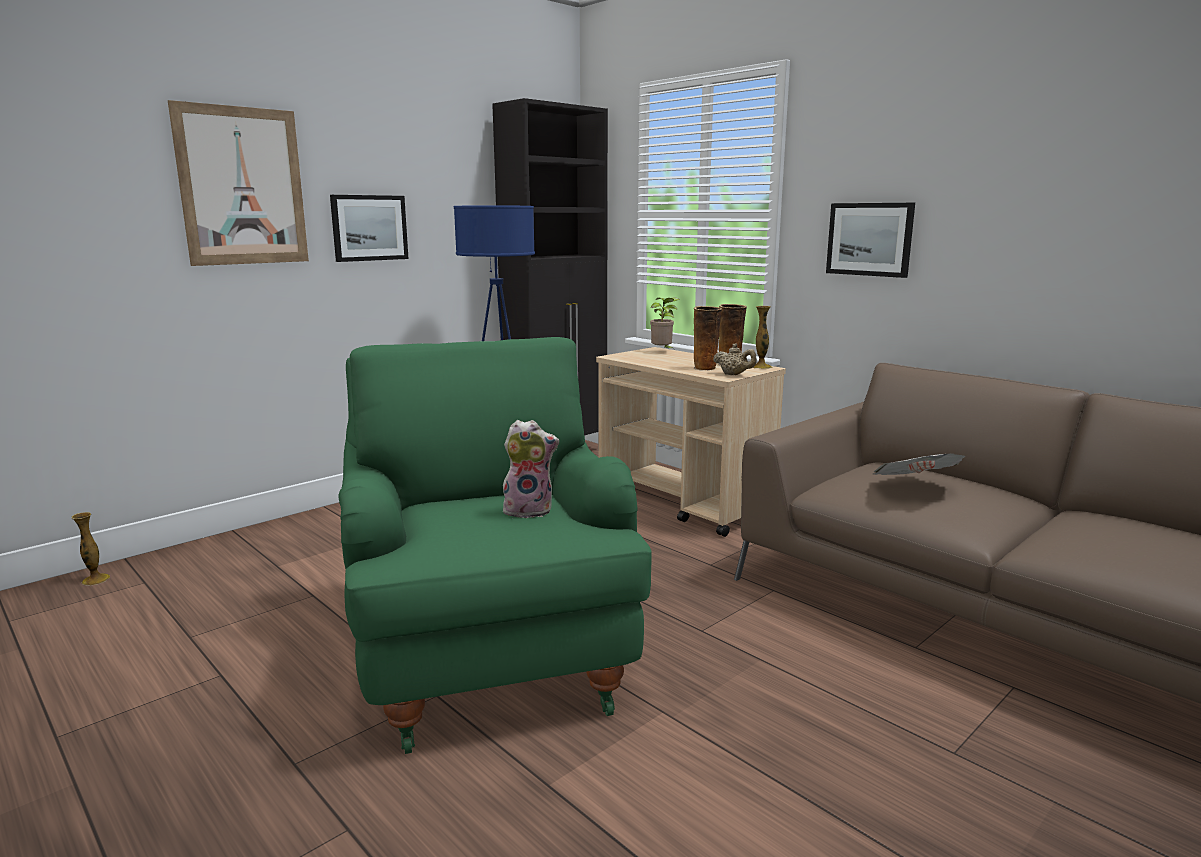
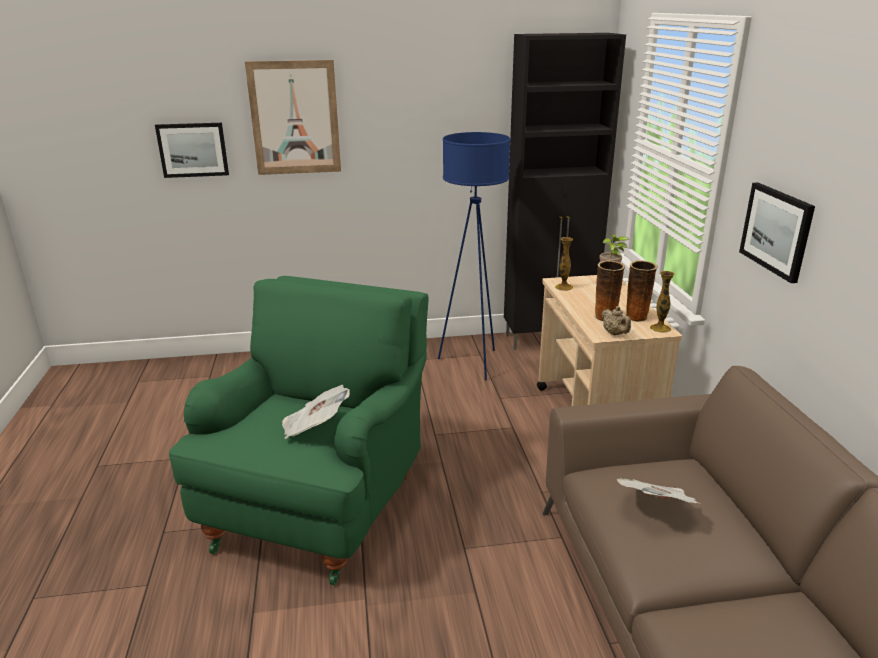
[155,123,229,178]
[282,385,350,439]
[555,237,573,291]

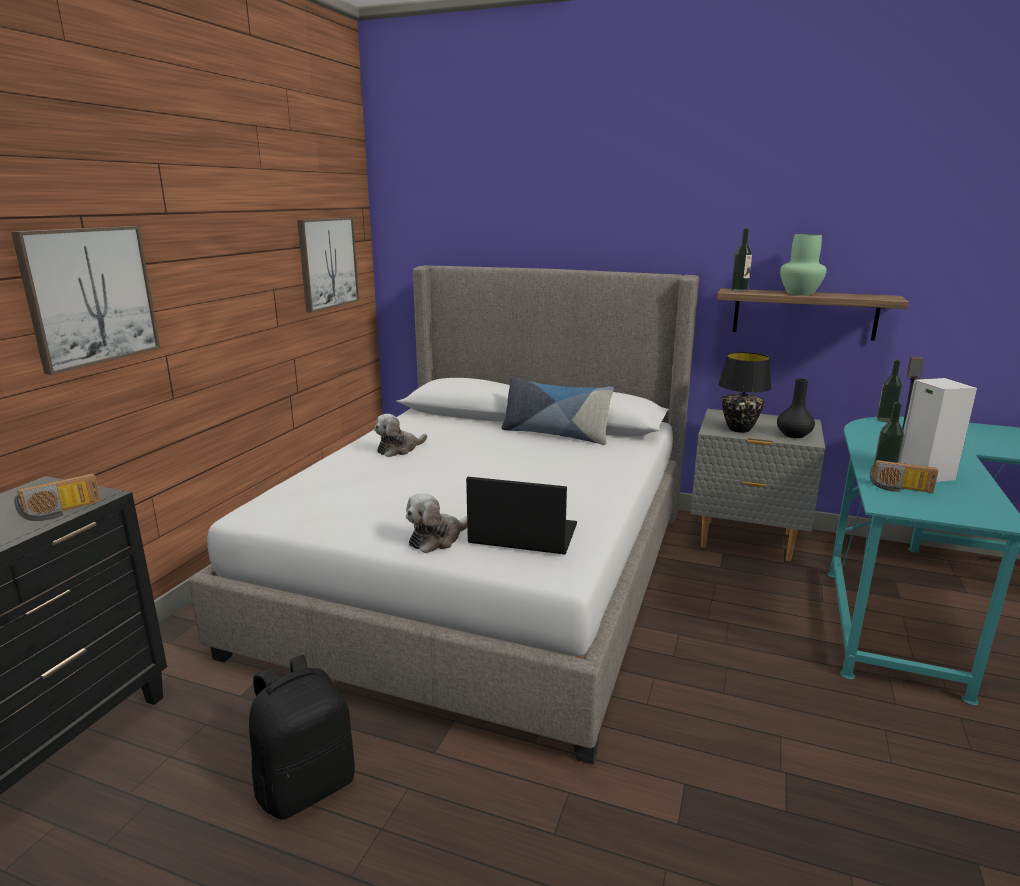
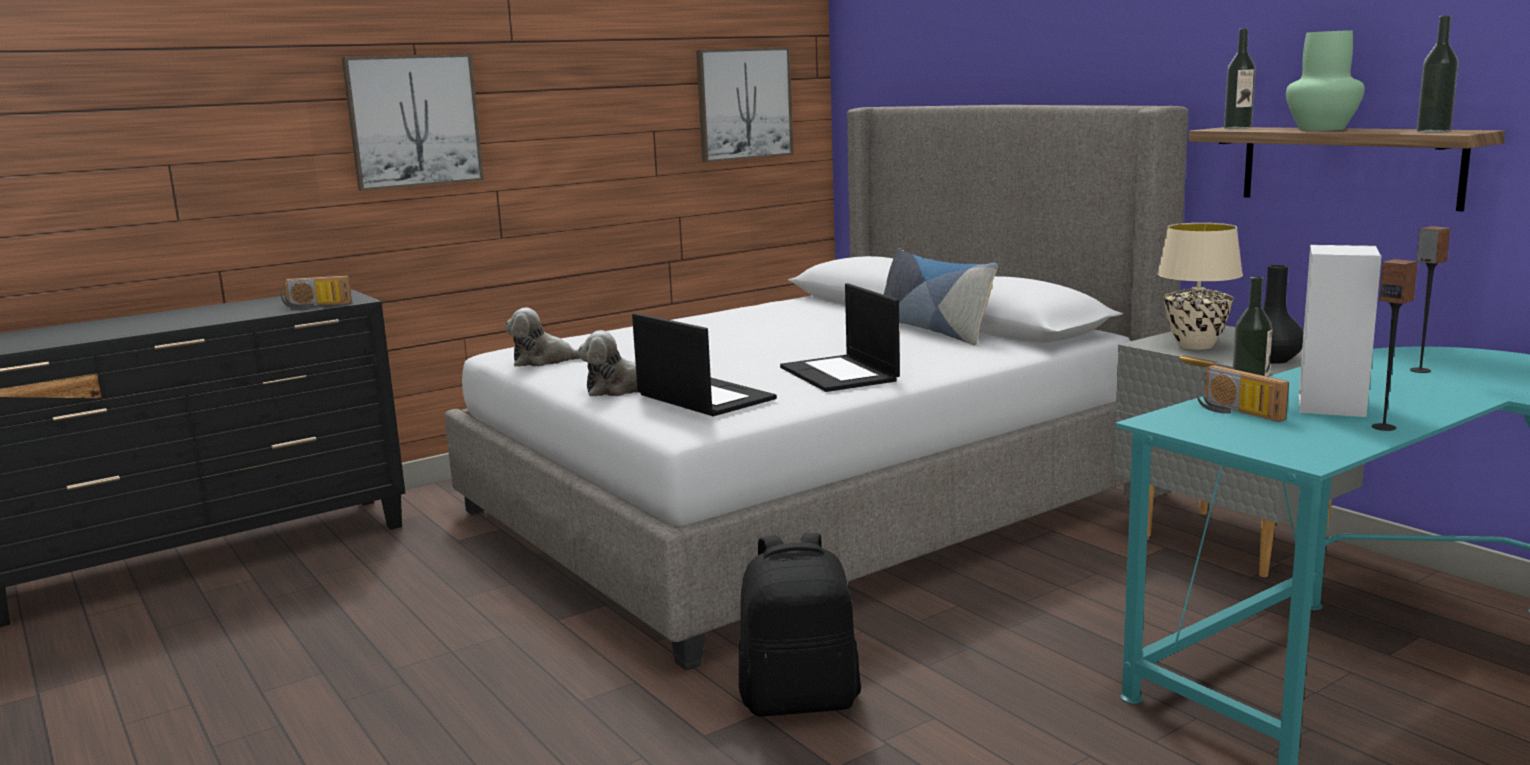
[505,307,581,367]
[739,533,861,716]
[780,283,900,392]
[1157,223,1243,350]
[1372,259,1418,431]
[1417,15,1459,133]

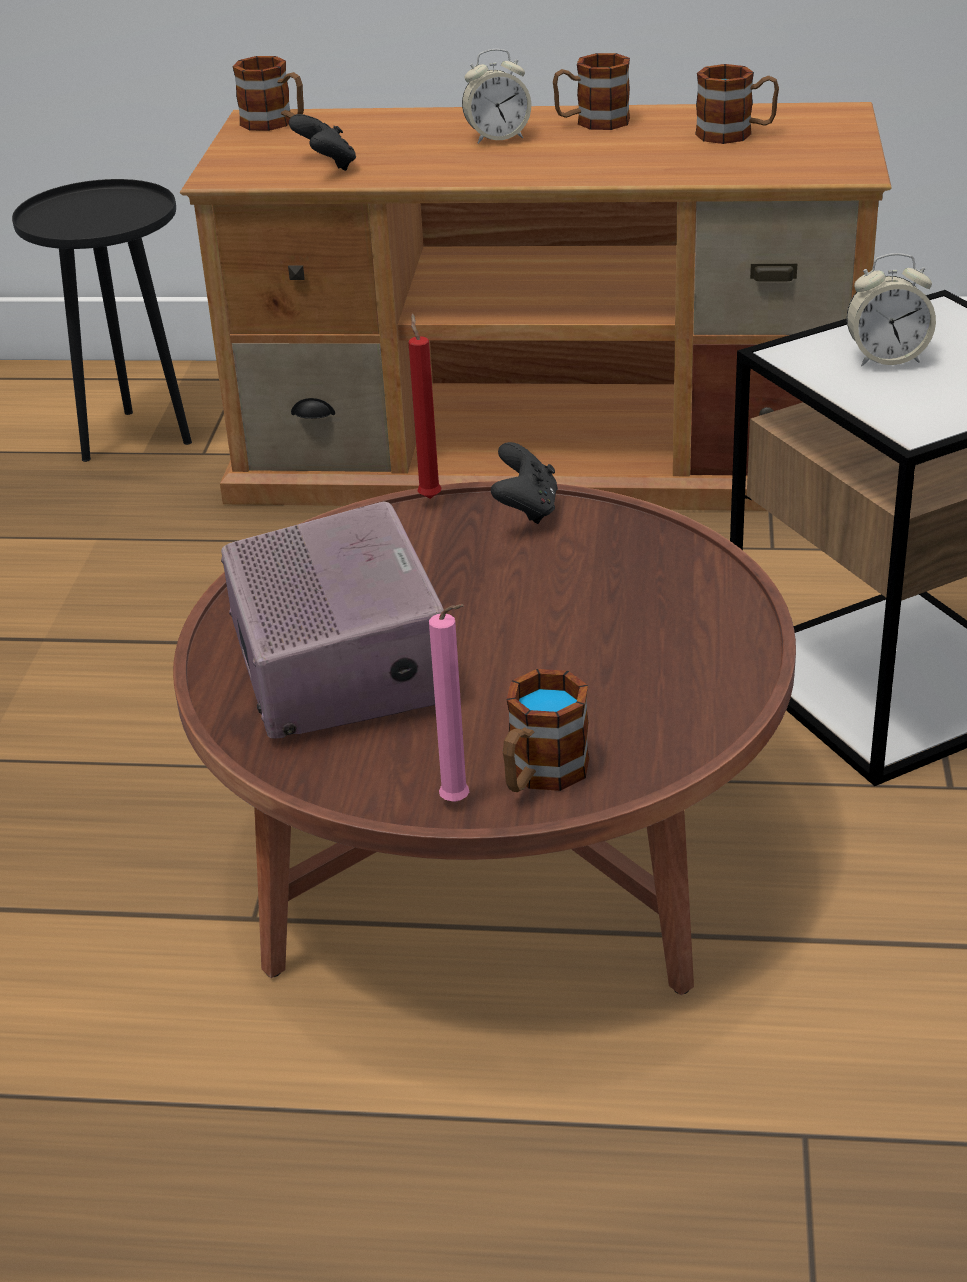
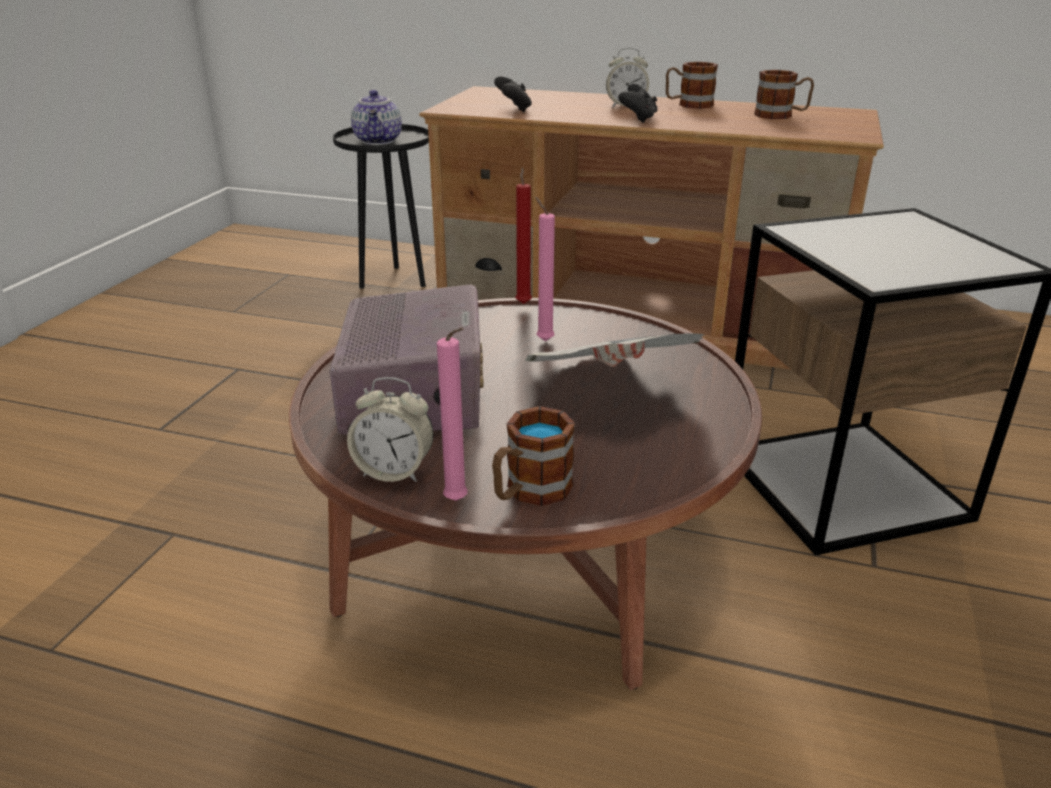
[347,377,434,482]
[351,90,402,145]
[525,333,704,367]
[535,197,555,341]
[619,84,658,123]
[232,56,304,131] (first image)

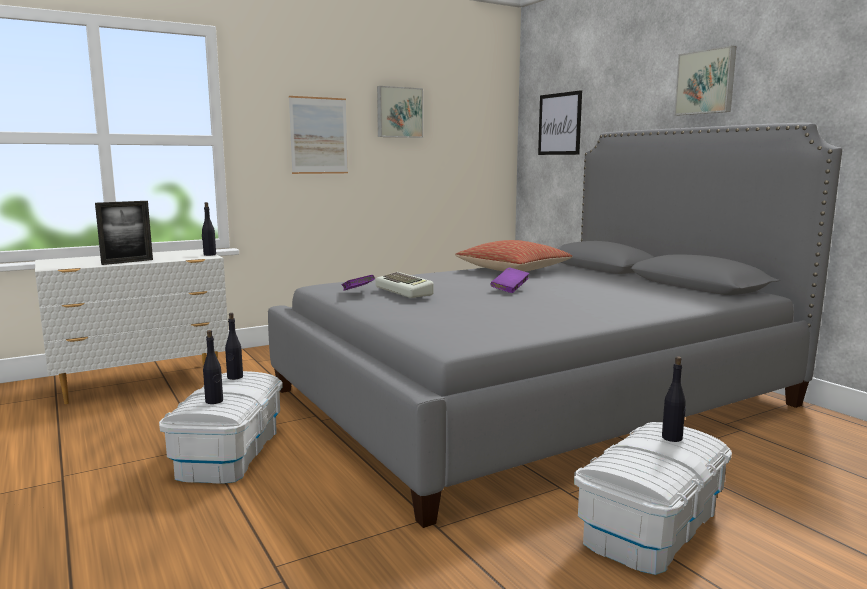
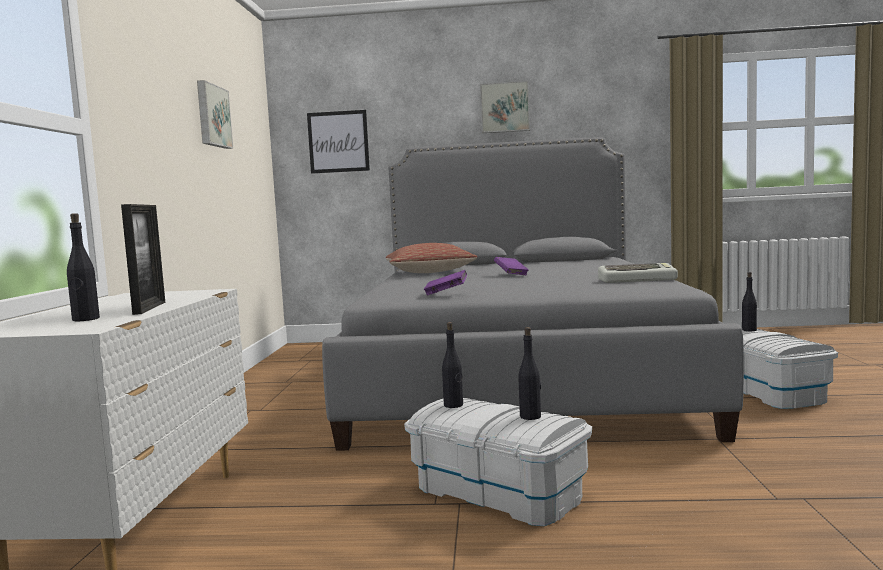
[67,213,100,321]
[598,263,678,283]
[289,96,348,174] (first image)

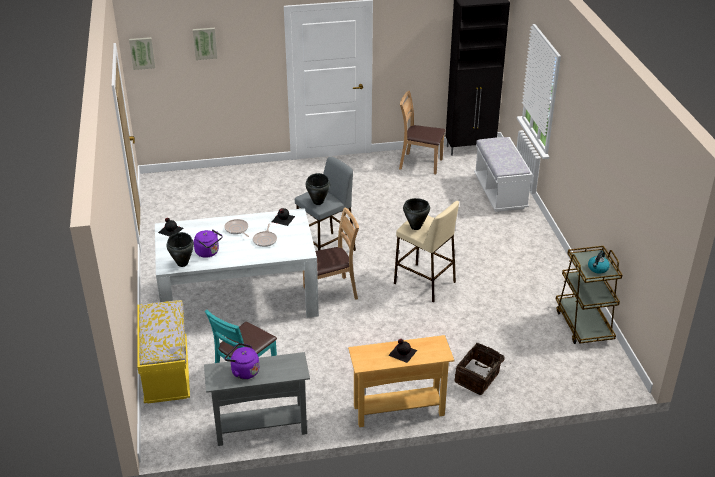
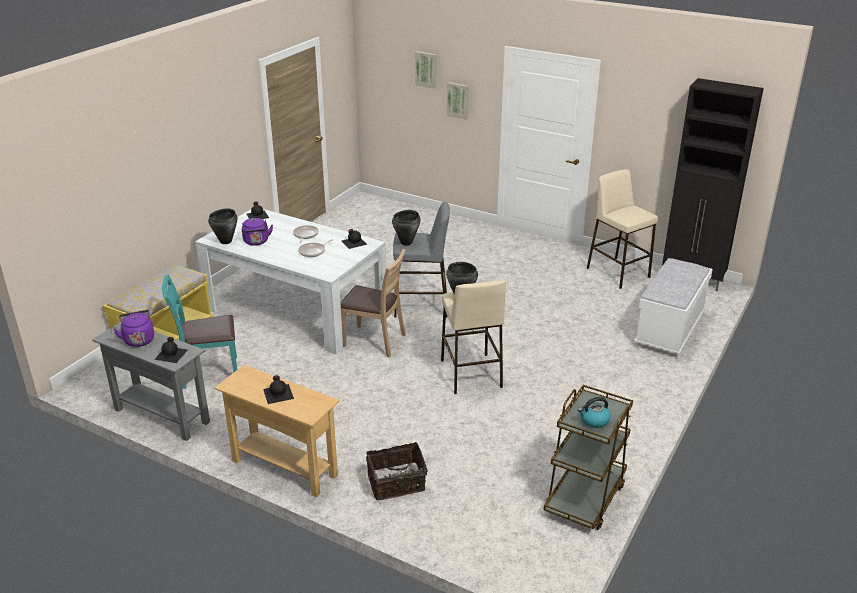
[154,337,188,363]
[447,82,469,120]
[587,169,658,289]

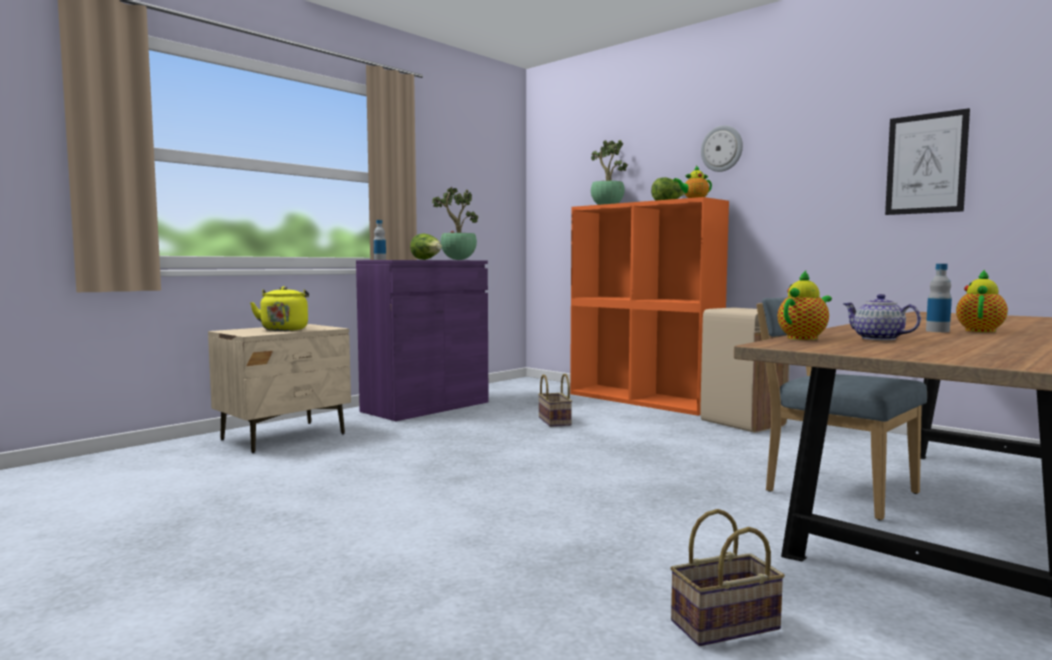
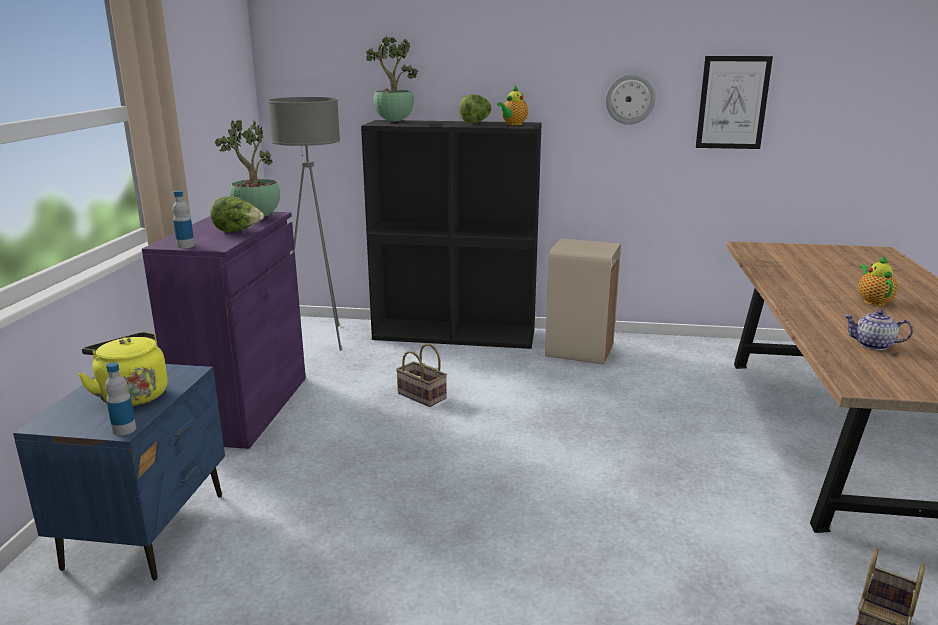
[13,364,225,580]
[105,362,136,436]
[268,97,342,351]
[361,120,542,349]
[606,74,656,125]
[756,297,927,520] (first image)
[778,271,832,340] (first image)

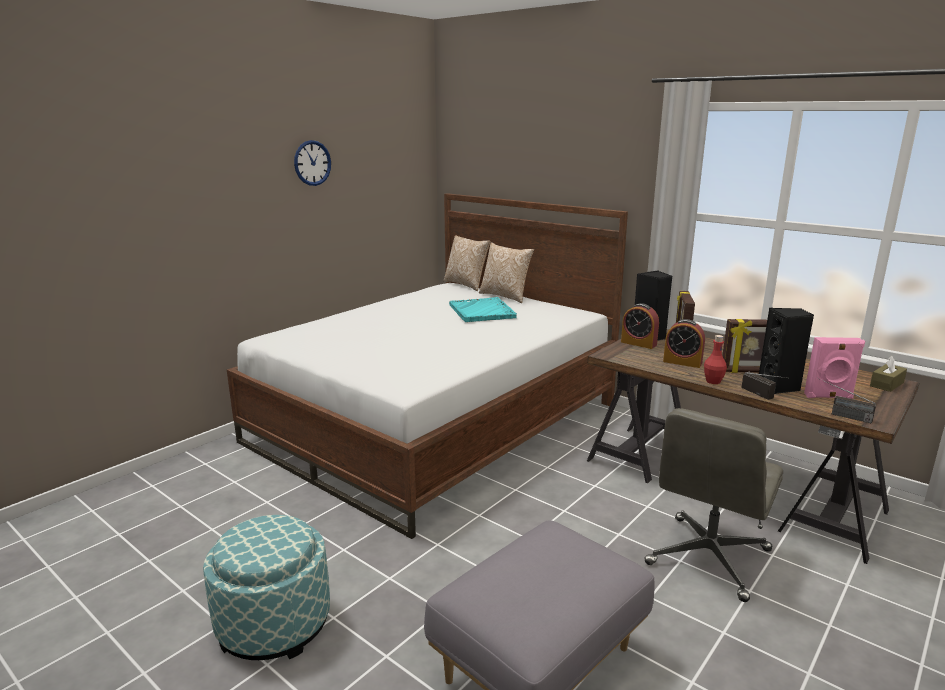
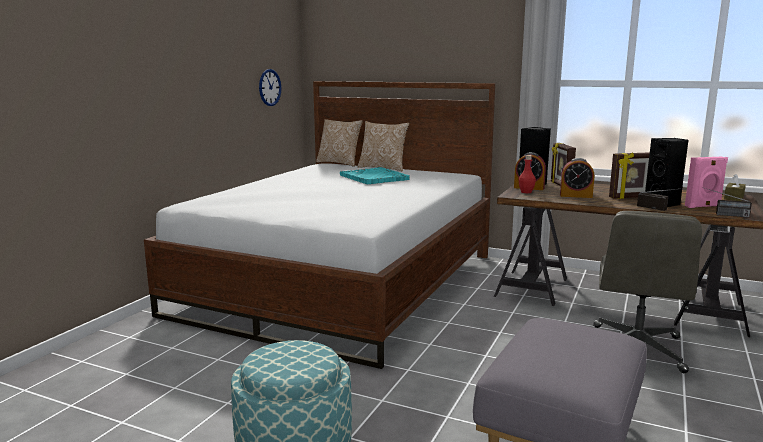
[259,69,281,106]
[518,155,536,193]

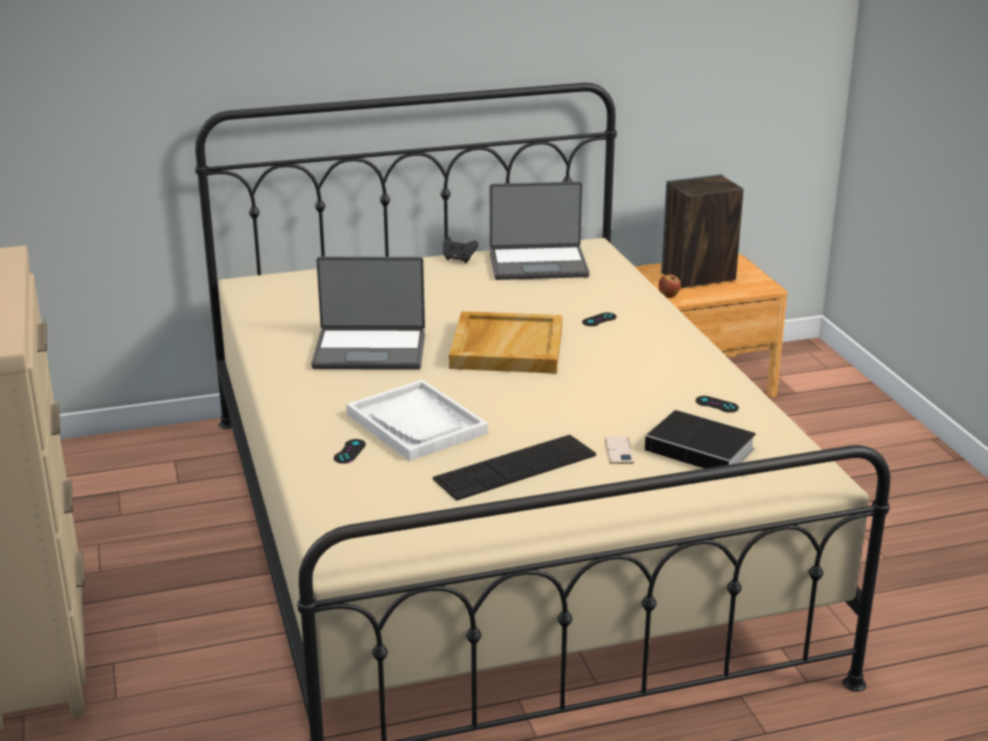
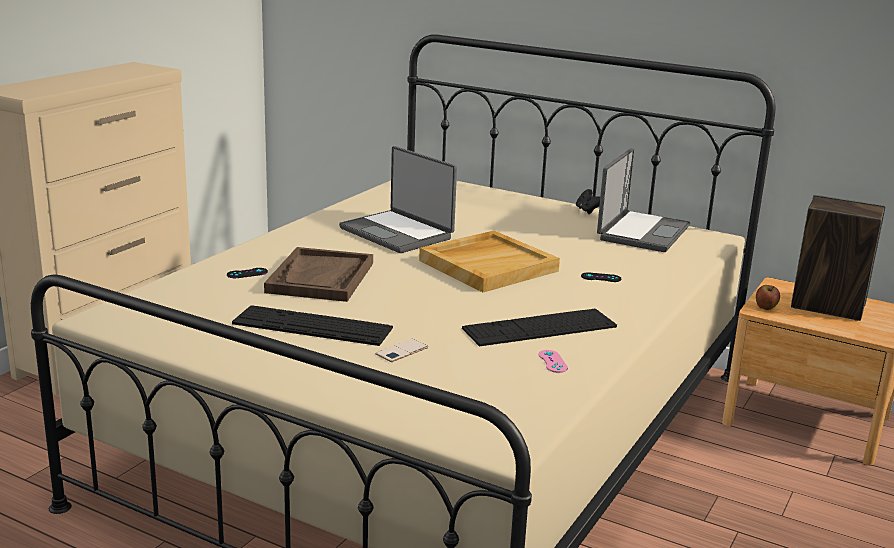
[264,247,373,302]
[462,309,617,346]
[538,350,568,373]
[597,148,690,252]
[645,410,756,479] (first image)

